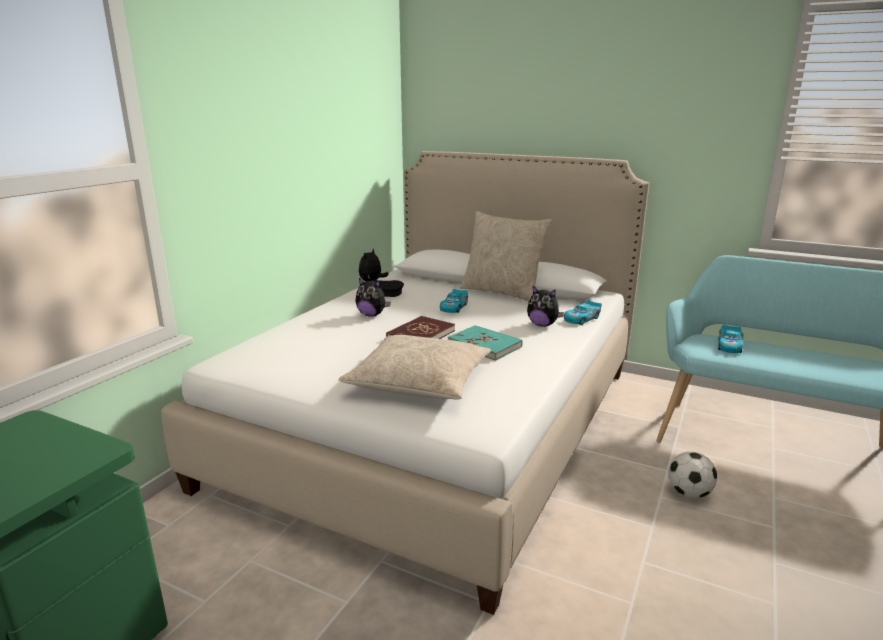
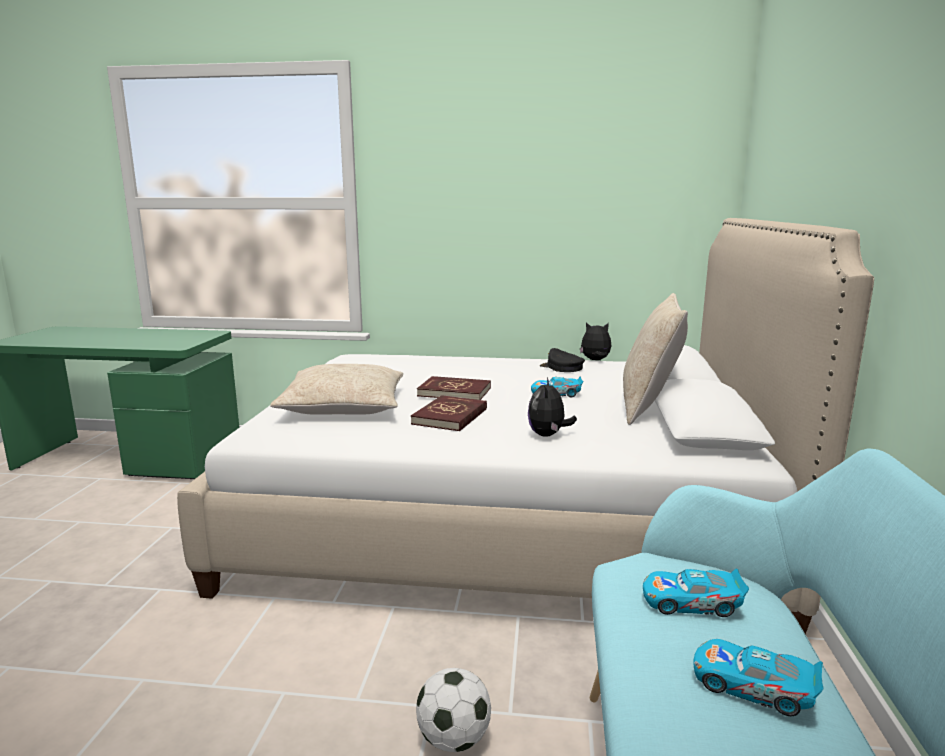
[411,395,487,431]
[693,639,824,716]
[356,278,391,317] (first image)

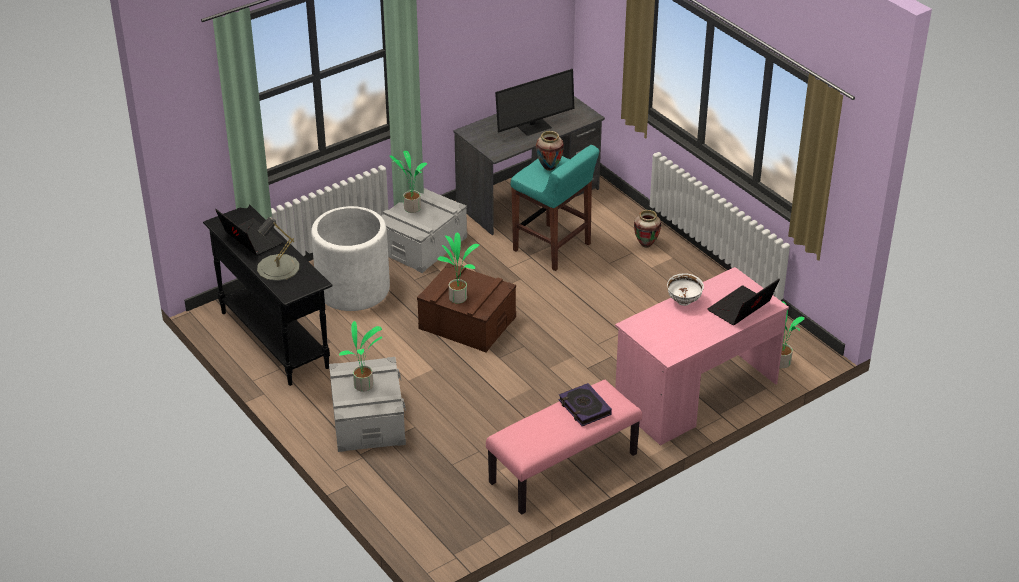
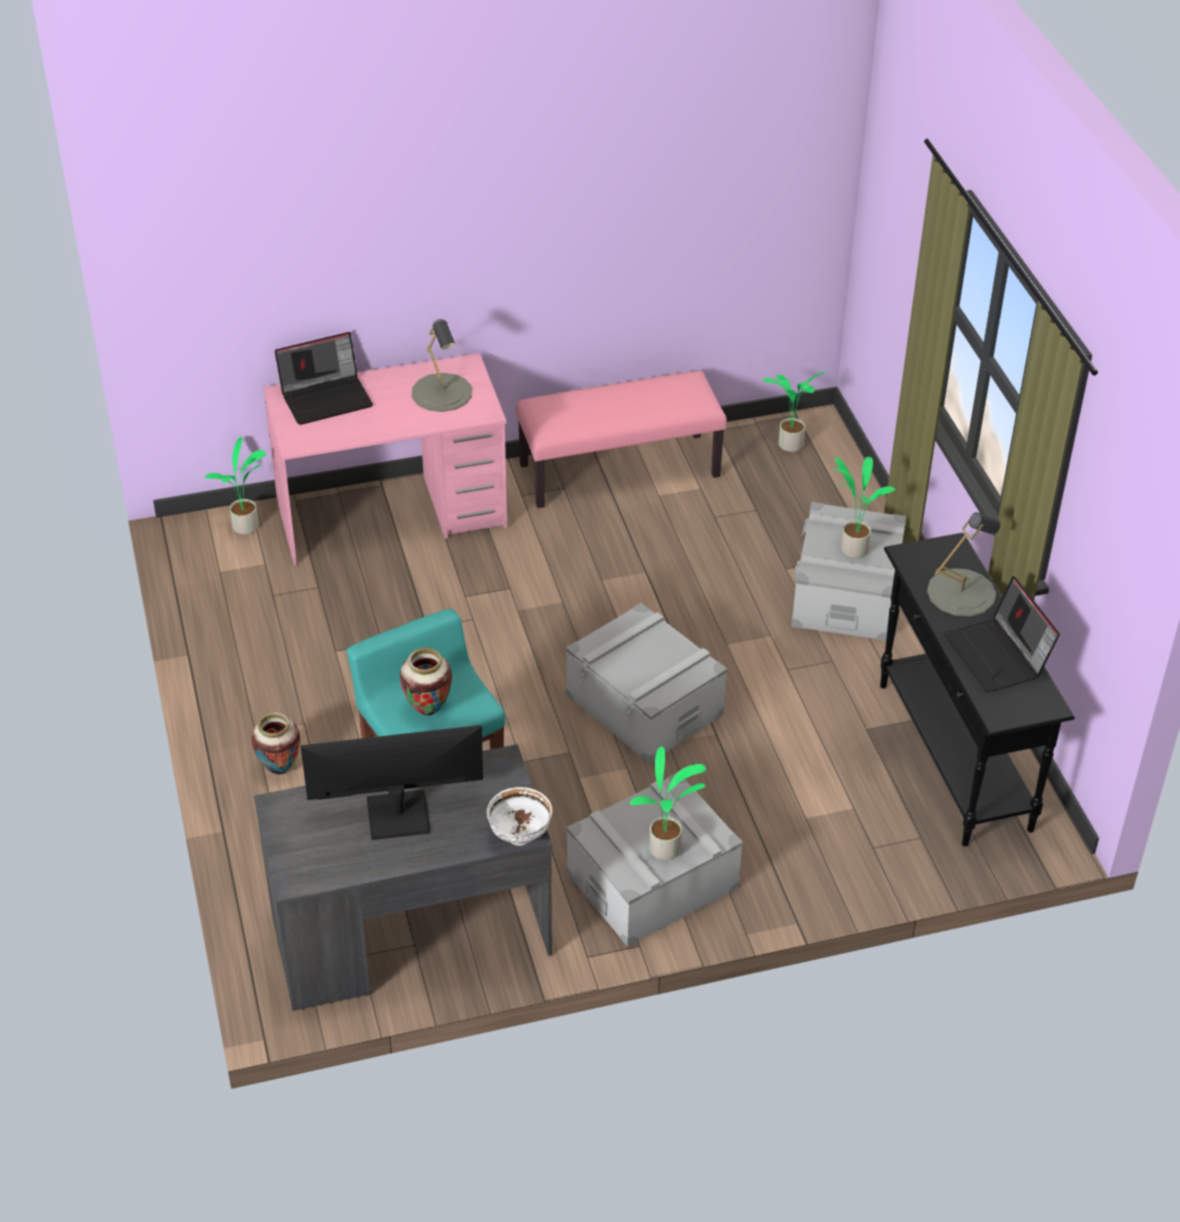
[412,319,472,412]
[487,787,552,846]
[566,603,727,764]
[763,372,825,452]
[311,206,390,311] (first image)
[559,383,612,426] (first image)

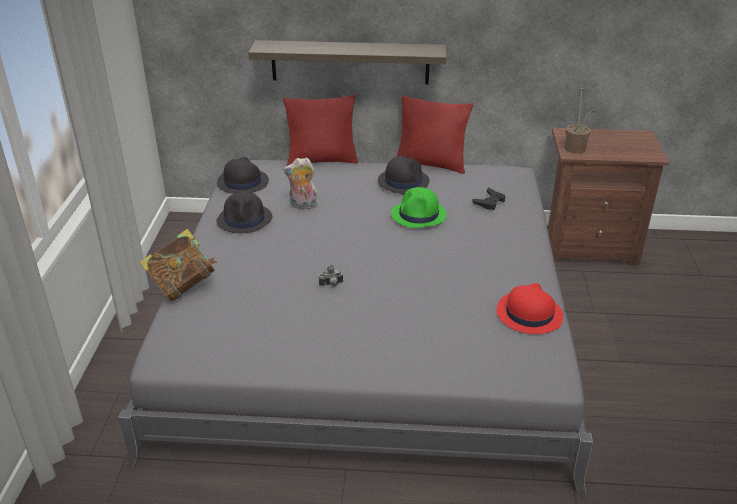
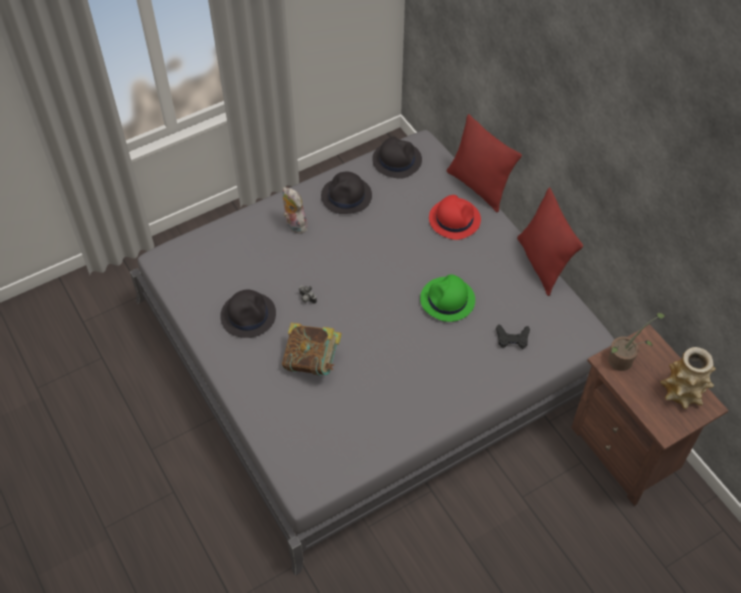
[220,290,276,338]
[282,323,342,376]
[283,187,310,234]
[429,195,481,240]
[660,347,716,409]
[248,40,447,84] (first image)

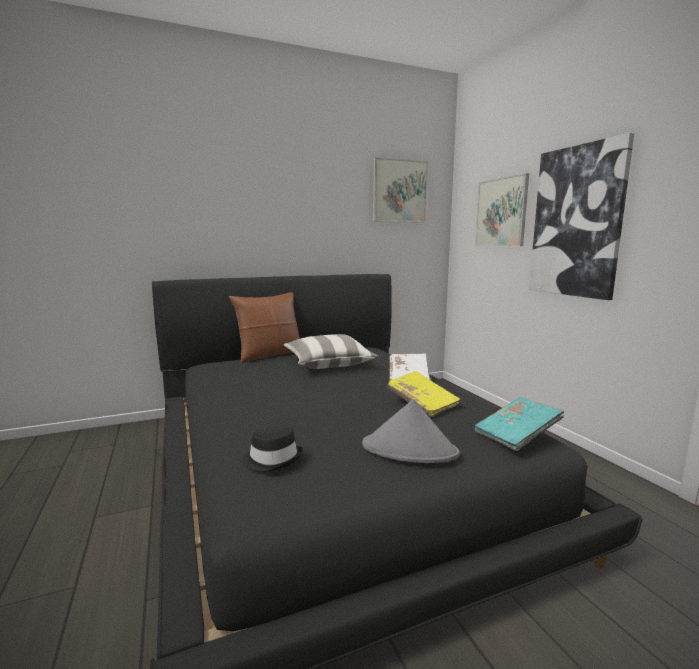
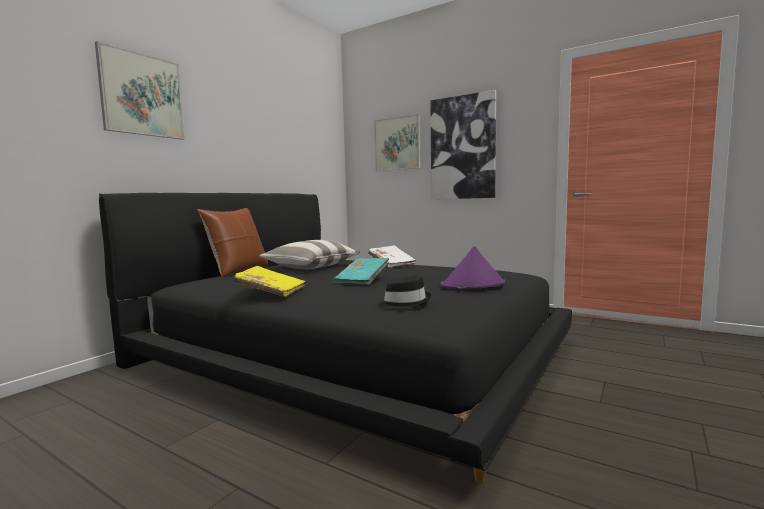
[95,41,185,140]
[234,266,305,297]
[333,258,389,285]
[441,246,505,289]

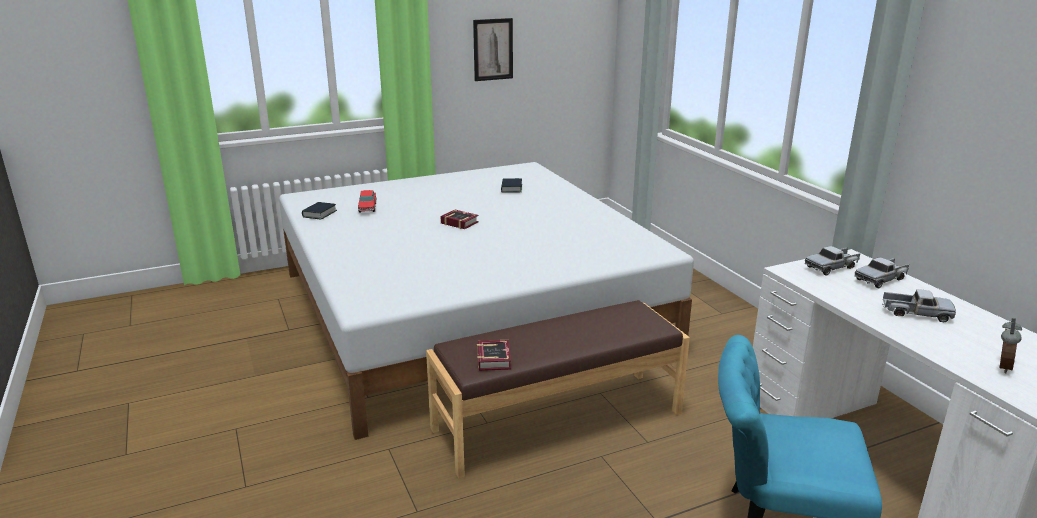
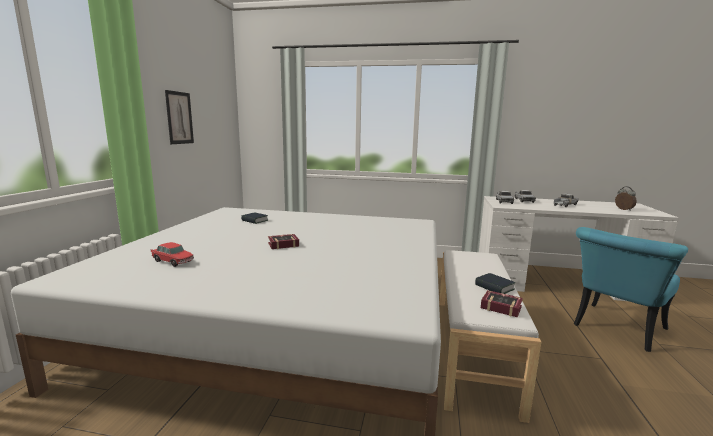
[439,250,541,423]
[475,273,516,294]

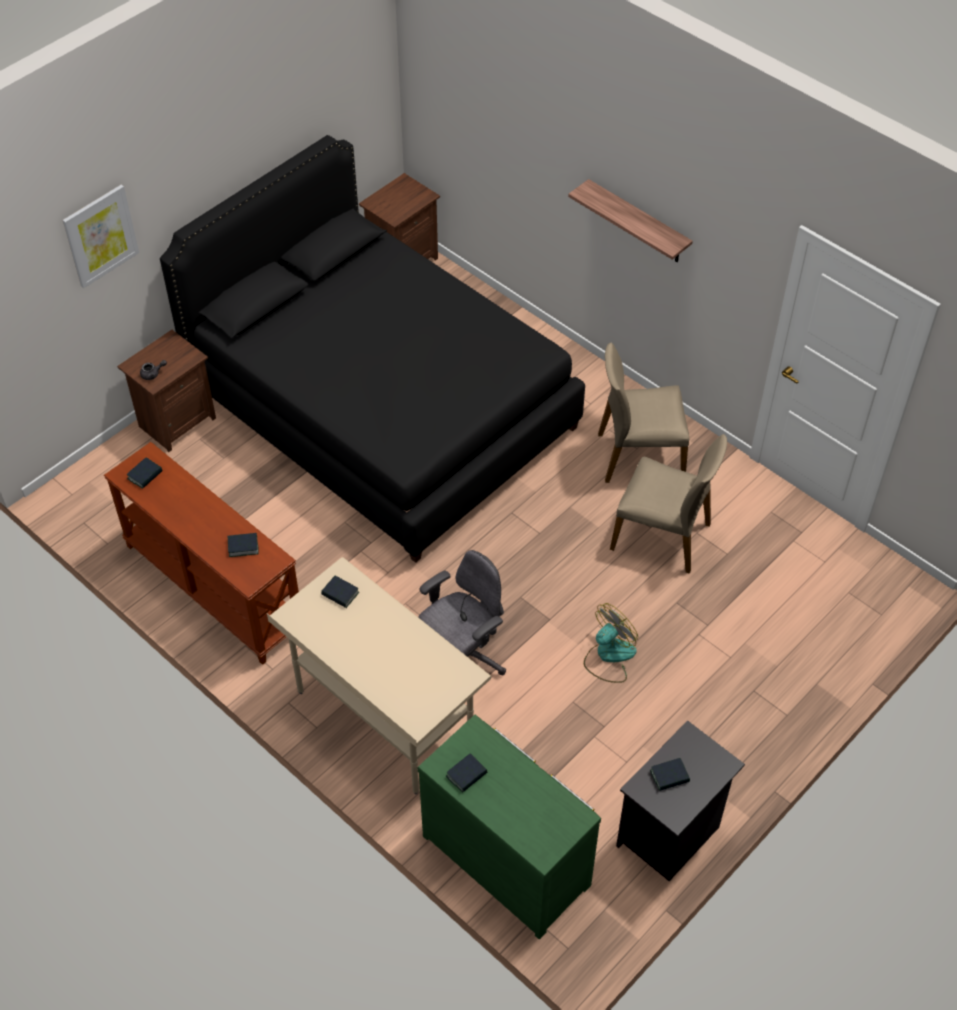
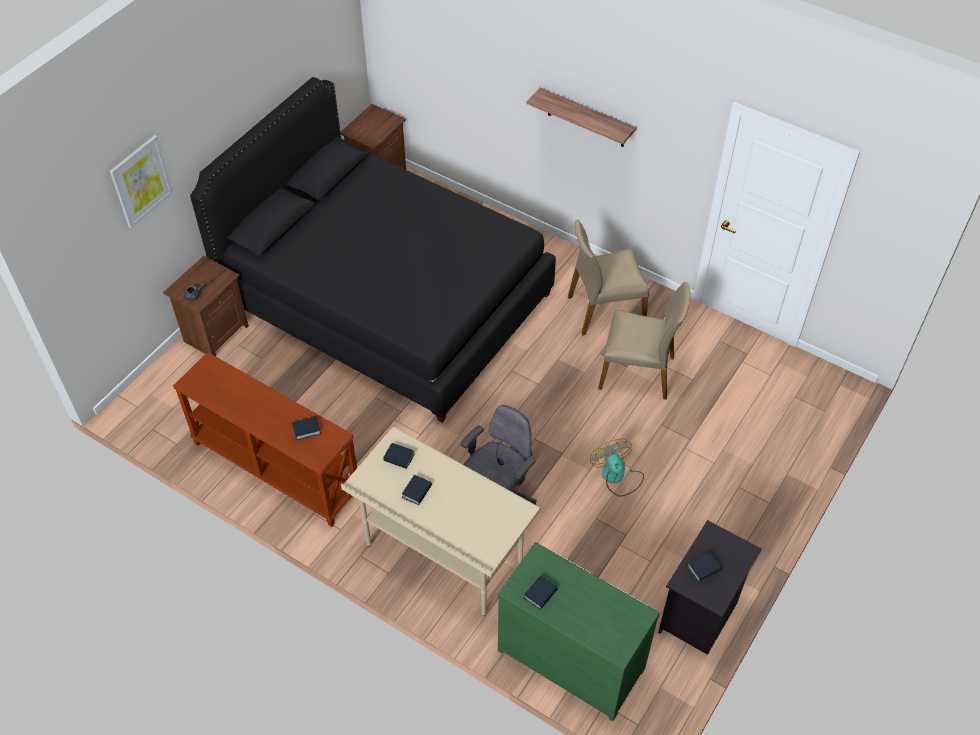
[402,475,432,505]
[590,439,644,497]

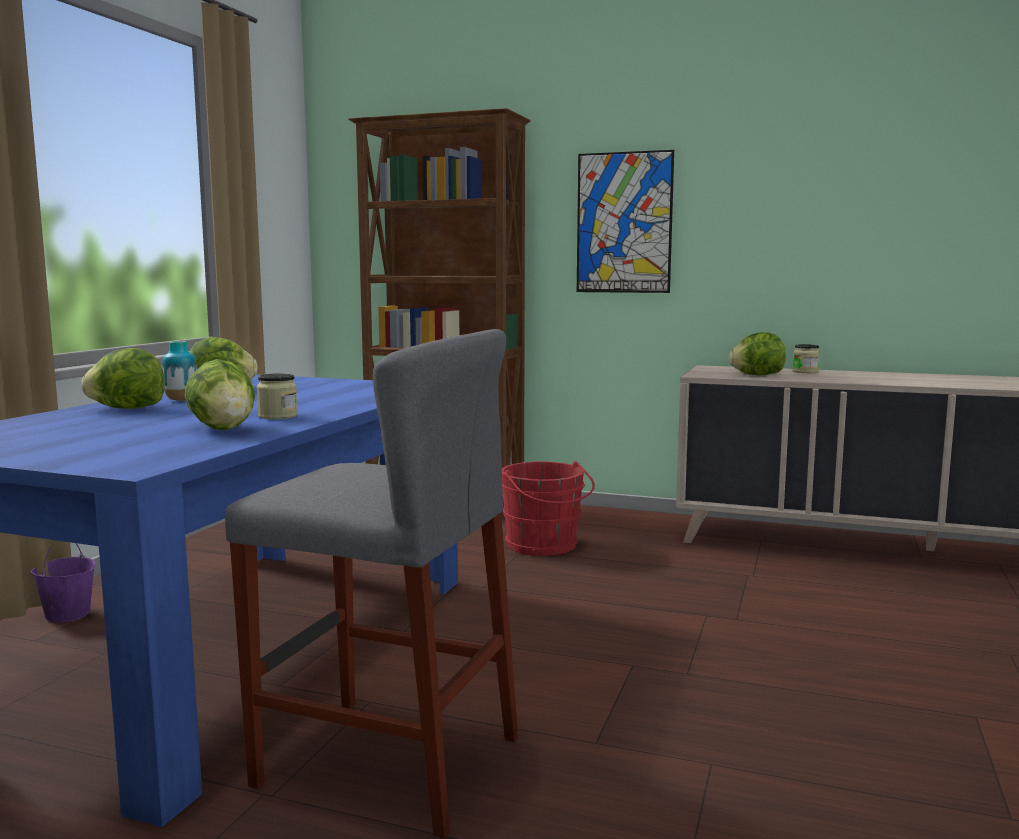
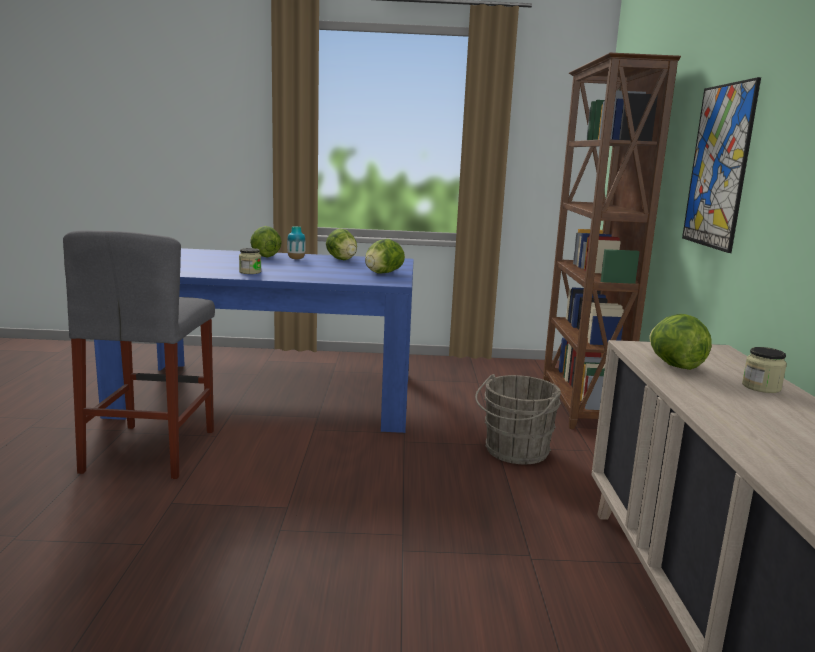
[365,239,405,274]
[475,374,561,465]
[31,540,96,622] (first image)

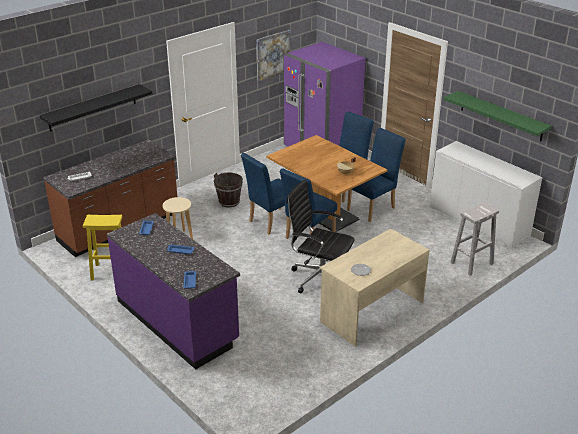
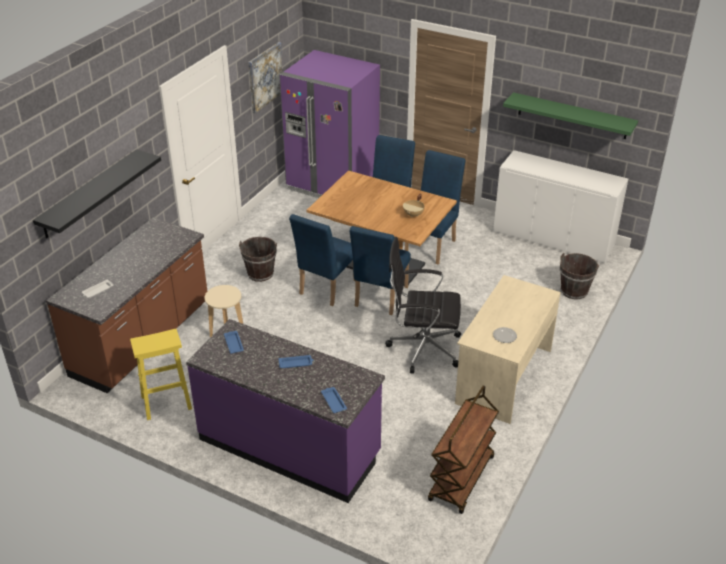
[428,385,499,514]
[560,253,599,300]

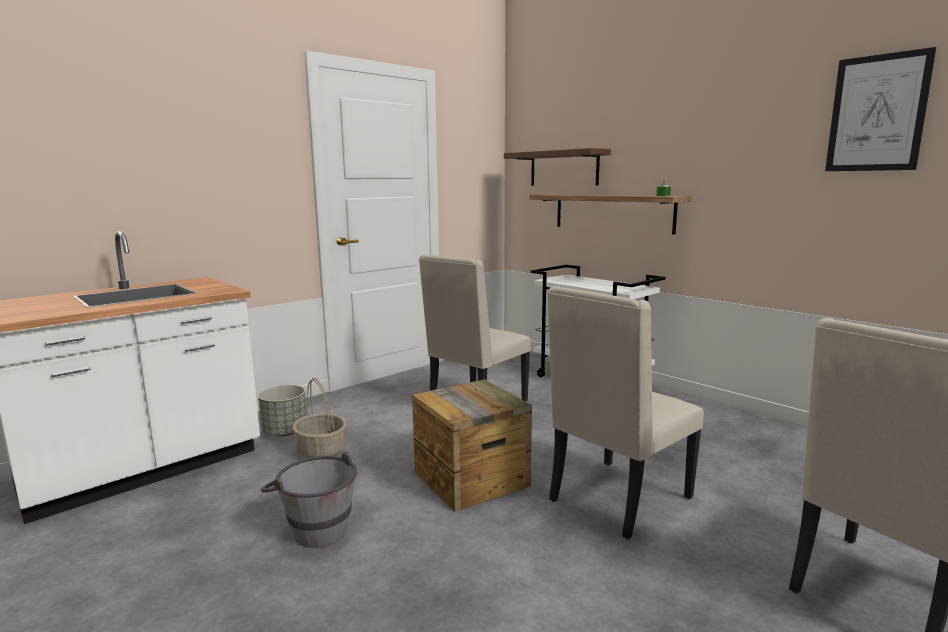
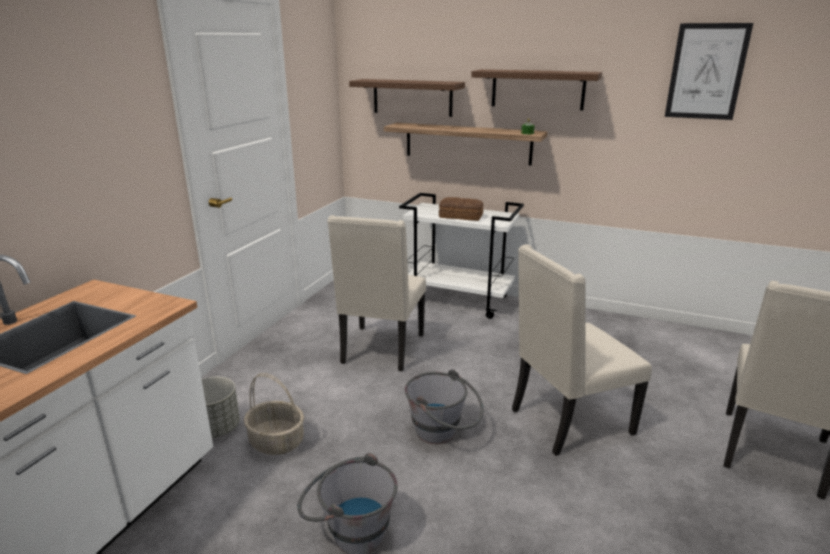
[405,369,484,444]
[439,197,483,221]
[471,69,602,110]
[512,244,652,456]

